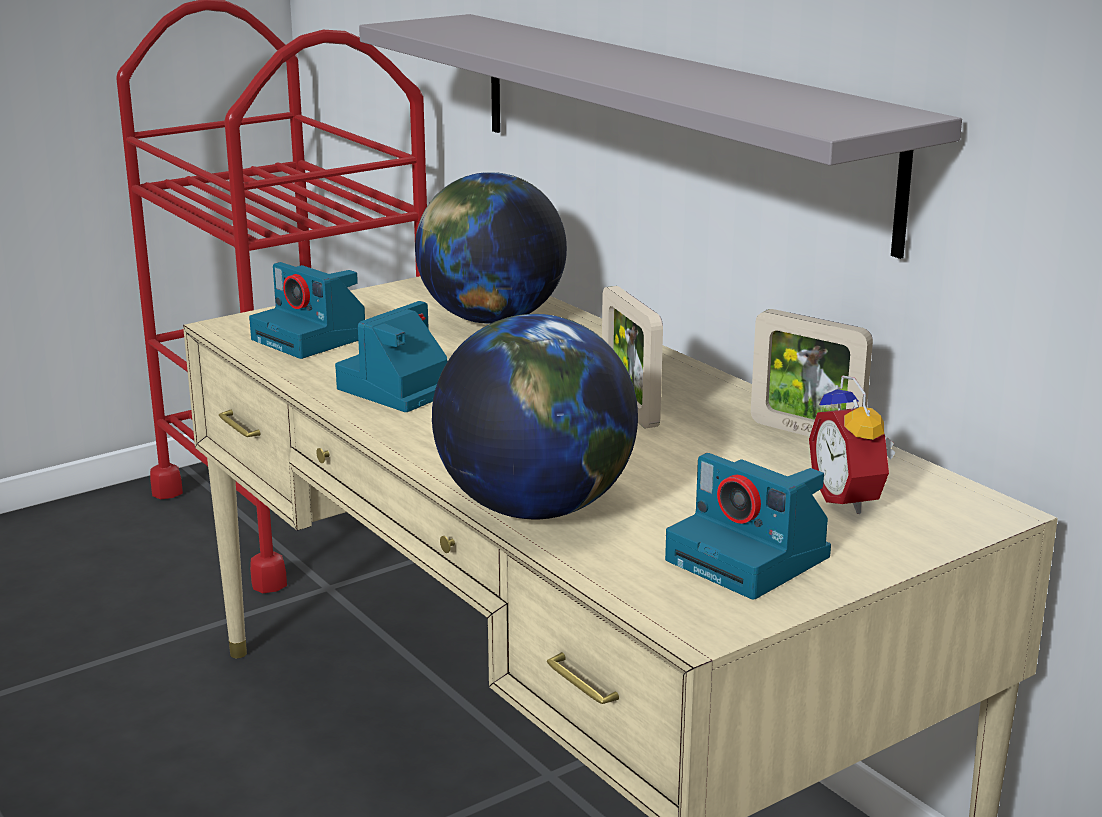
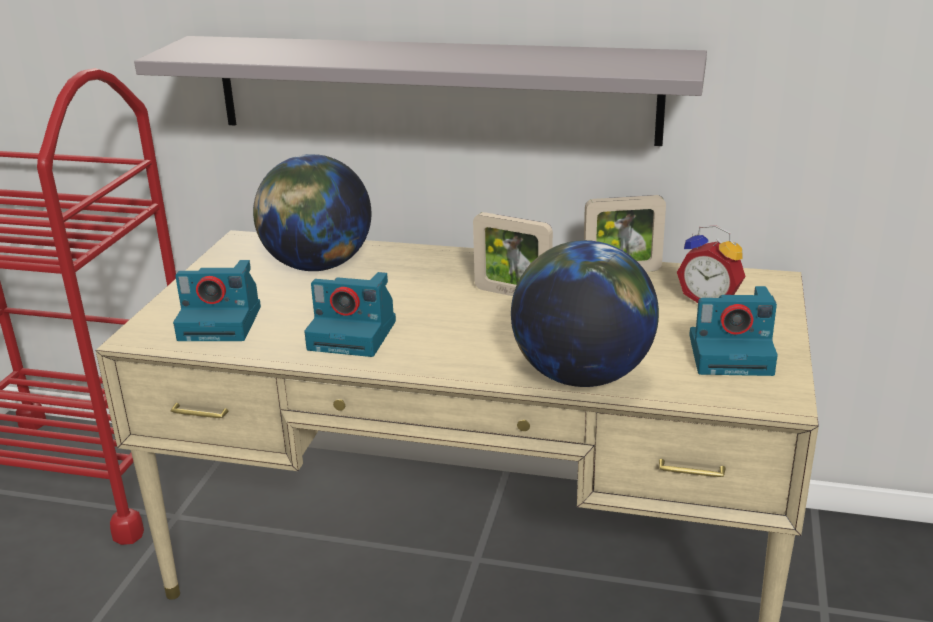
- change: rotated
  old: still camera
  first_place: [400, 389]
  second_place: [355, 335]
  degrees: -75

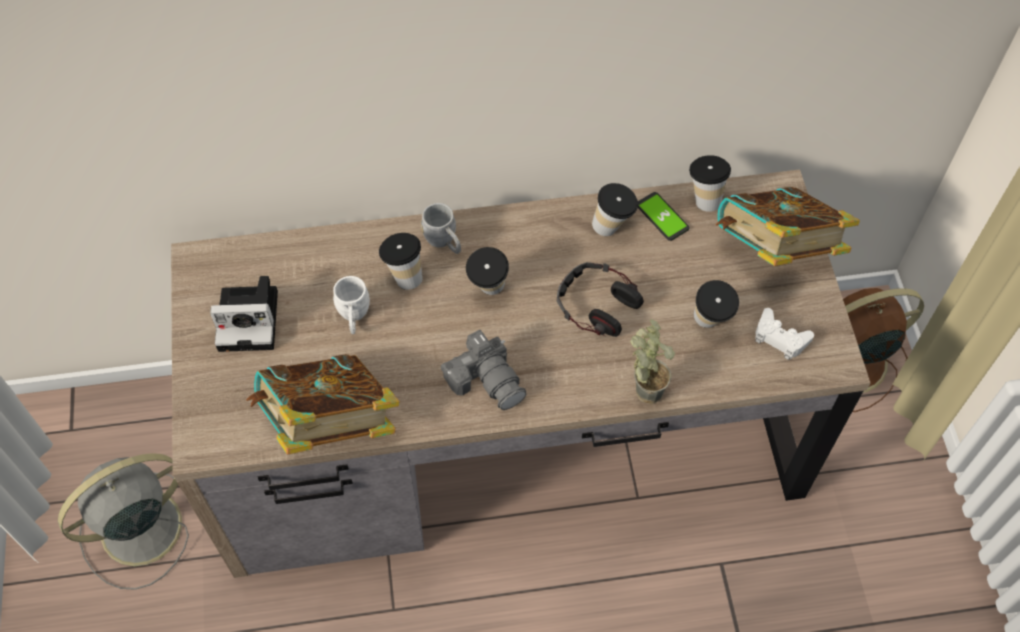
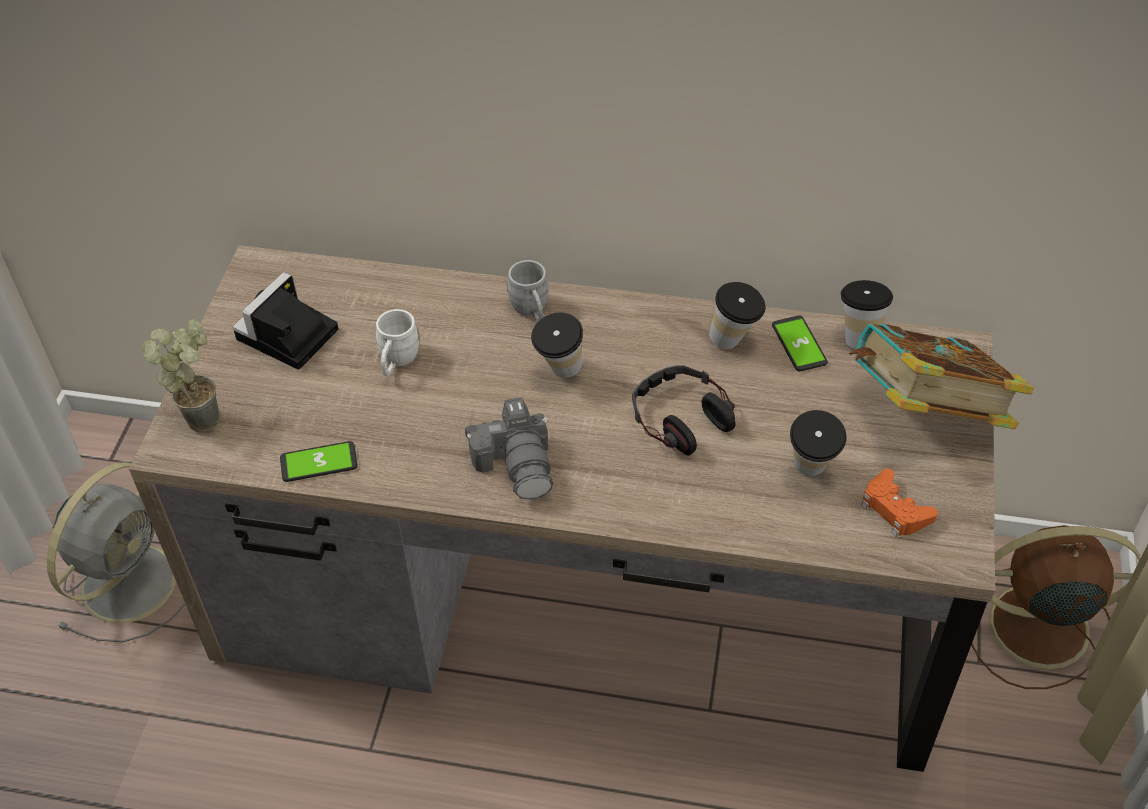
- change: gone
  old: small cup
  first_place: [404, 275]
- change: rotated
  old: still camera
  first_place: [251, 319]
  second_place: [286, 337]
  degrees: 105
- change: repainted
  old: whitish gamepad
  new: orange gamepad
  first_place: [780, 338]
  second_place: [895, 509]
- change: shifted
  old: houseplant
  first_place: [643, 386]
  second_place: [203, 413]
- change: swapped
  old: bound book
  new: handset
  first_place: [329, 424]
  second_place: [319, 463]
- change: rotated
  old: gray cooling fan
  first_place: [137, 529]
  second_place: [132, 579]
  degrees: 135

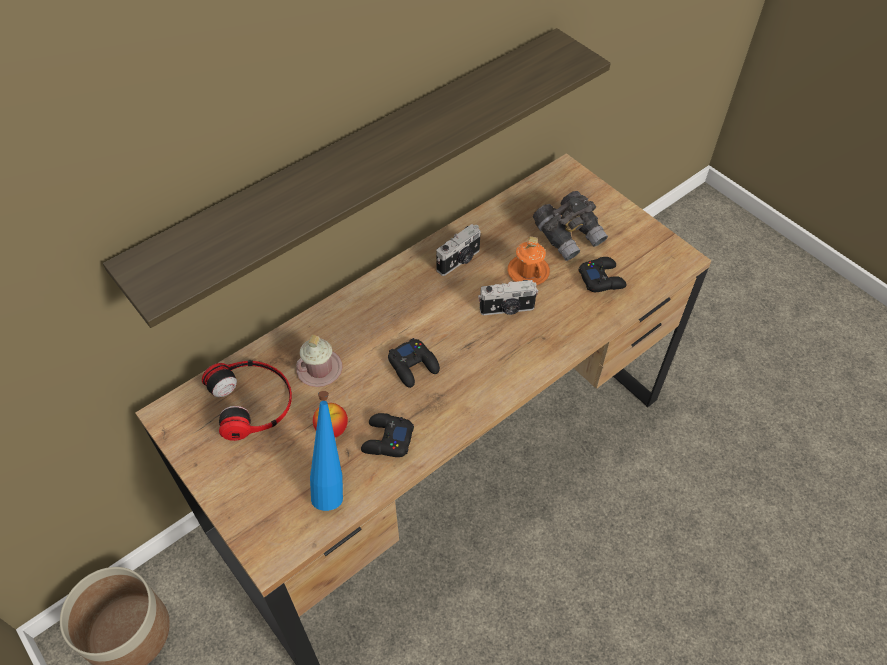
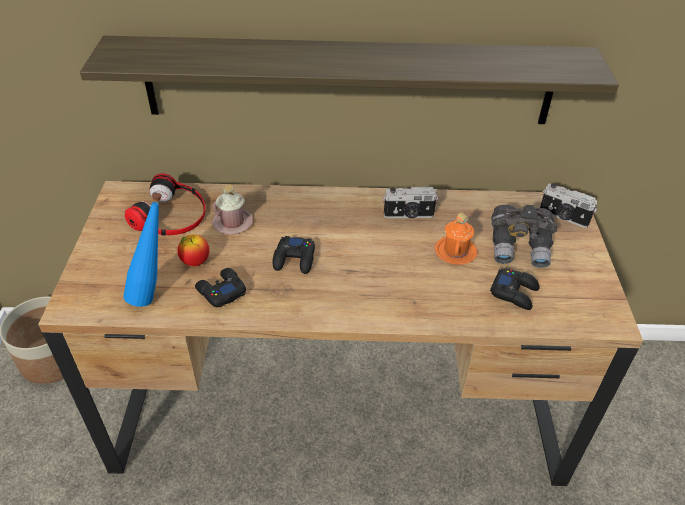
- change: shifted
  old: still camera
  first_place: [507, 309]
  second_place: [563, 217]

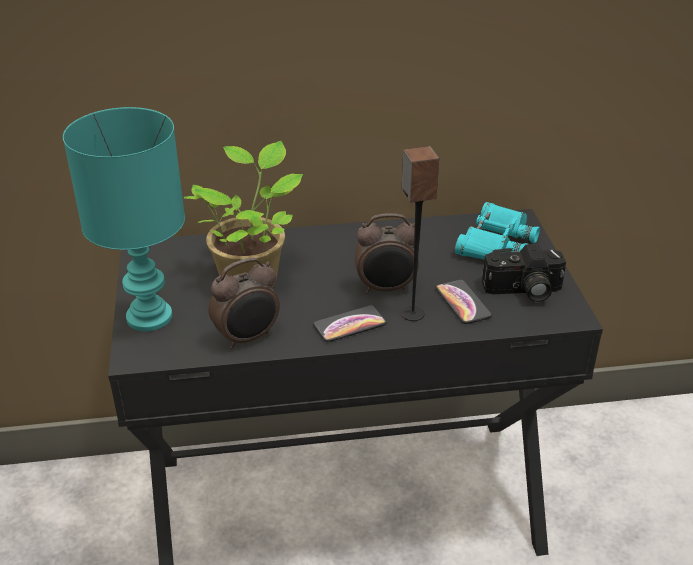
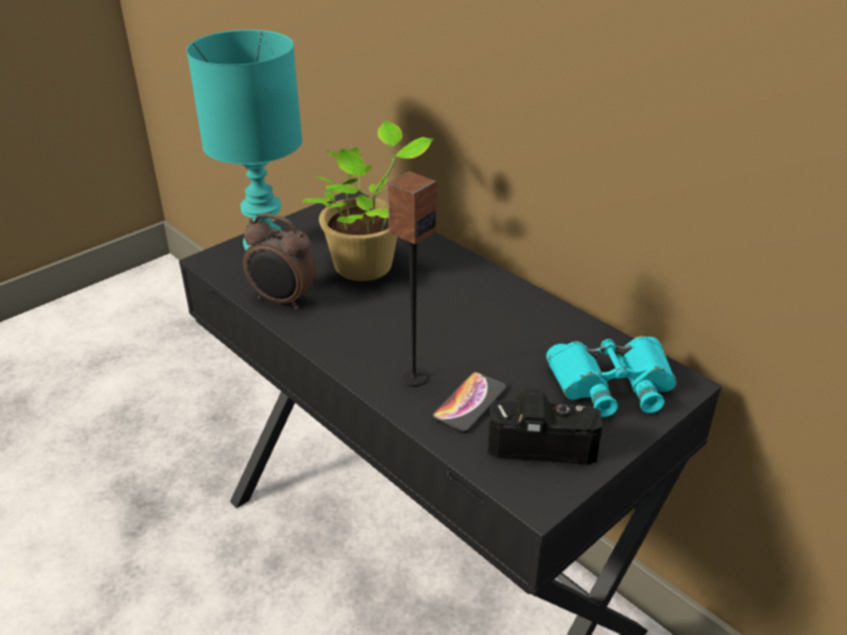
- change: gone
  old: bedside clock
  first_place: [386, 289]
- change: rotated
  old: still camera
  first_place: [523, 291]
  second_place: [542, 440]
  degrees: 135
- change: gone
  old: handset
  first_place: [349, 325]

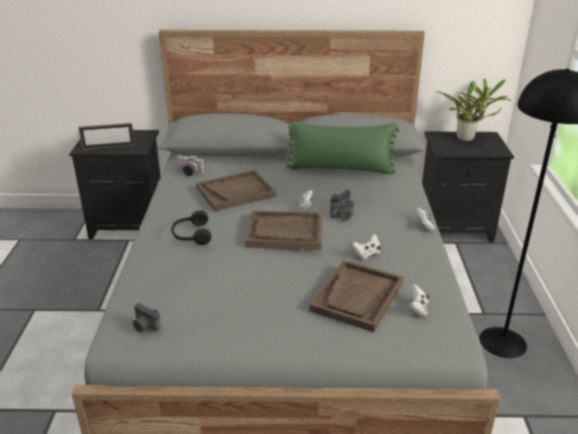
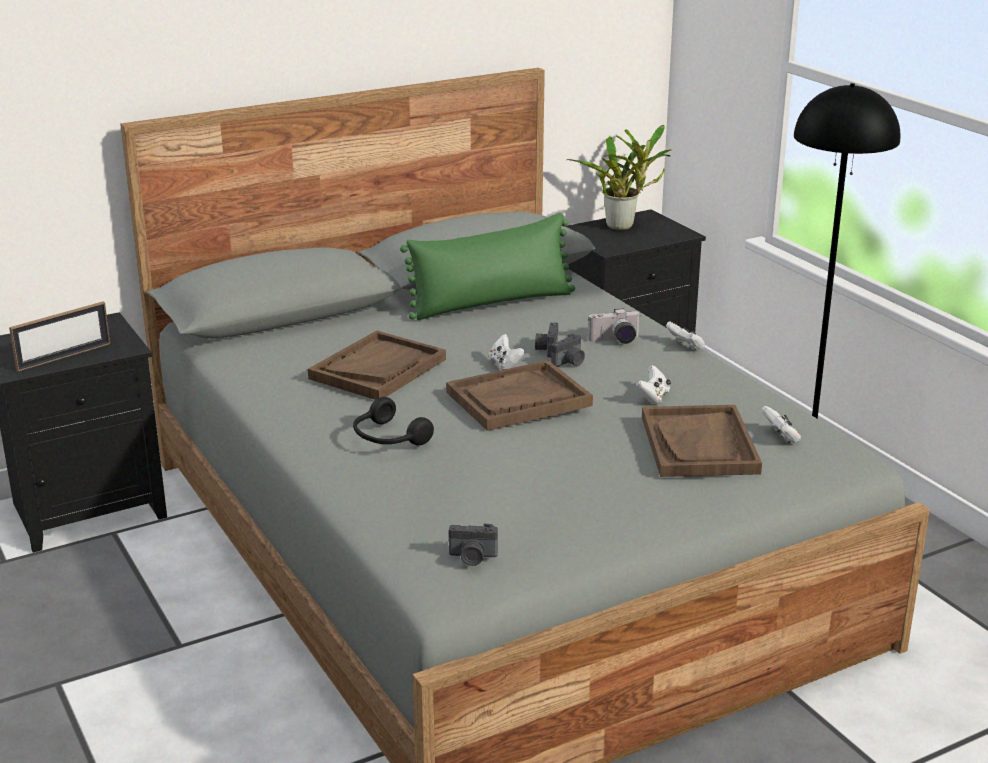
- change: shifted
  old: still camera
  first_place: [188, 173]
  second_place: [615, 341]

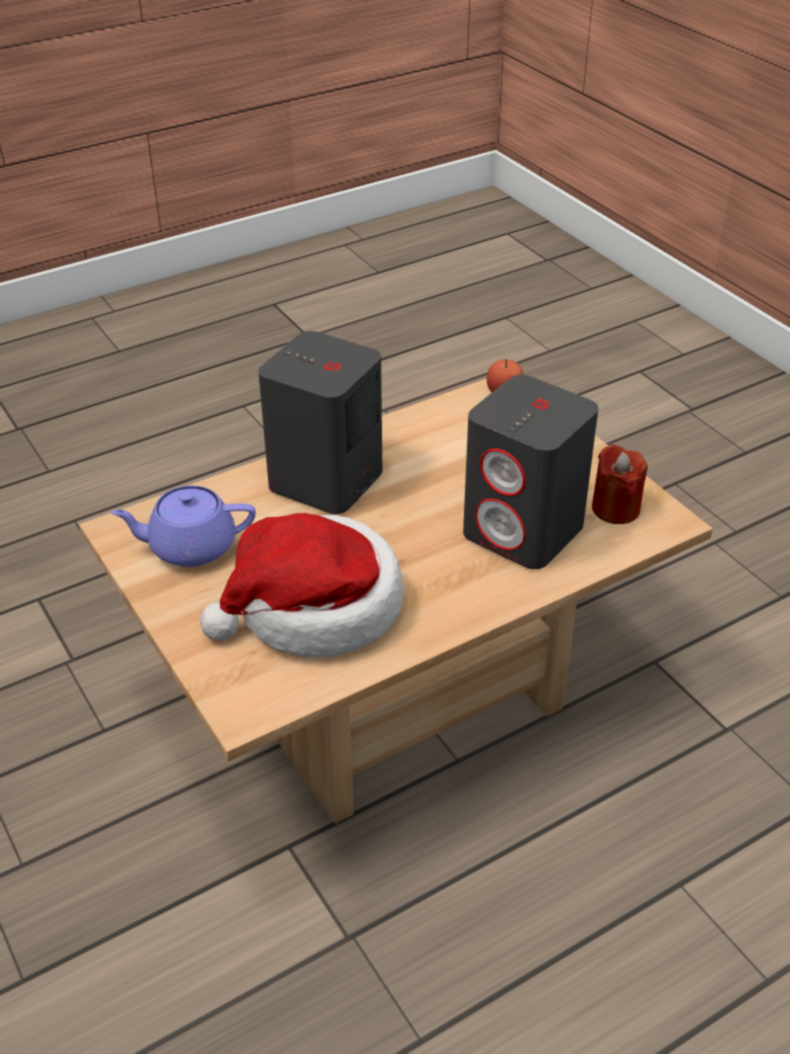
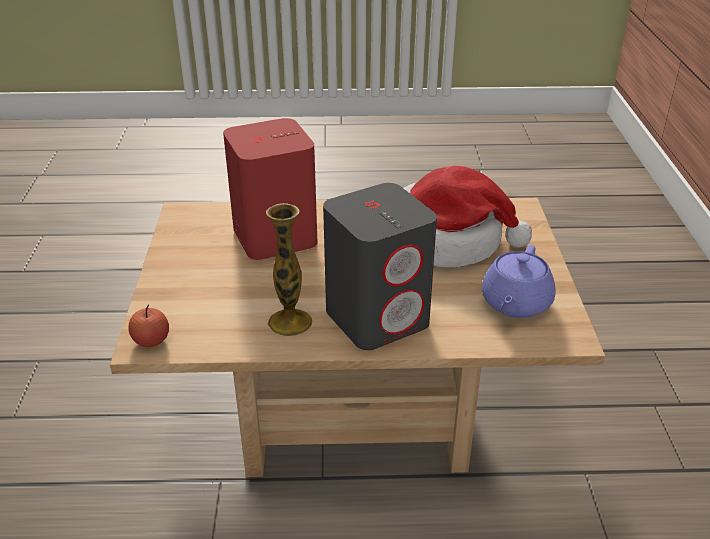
- change: repainted
  old: gray speaker
  new: reddish speaker
  first_place: [524, 531]
  second_place: [274, 236]
- change: gone
  old: reddish wax candle
  first_place: [615, 508]
- change: rotated
  old: purple teapot
  first_place: [190, 547]
  second_place: [515, 304]
  degrees: 90
- change: new
  new: flower vase
  second_place: [290, 322]

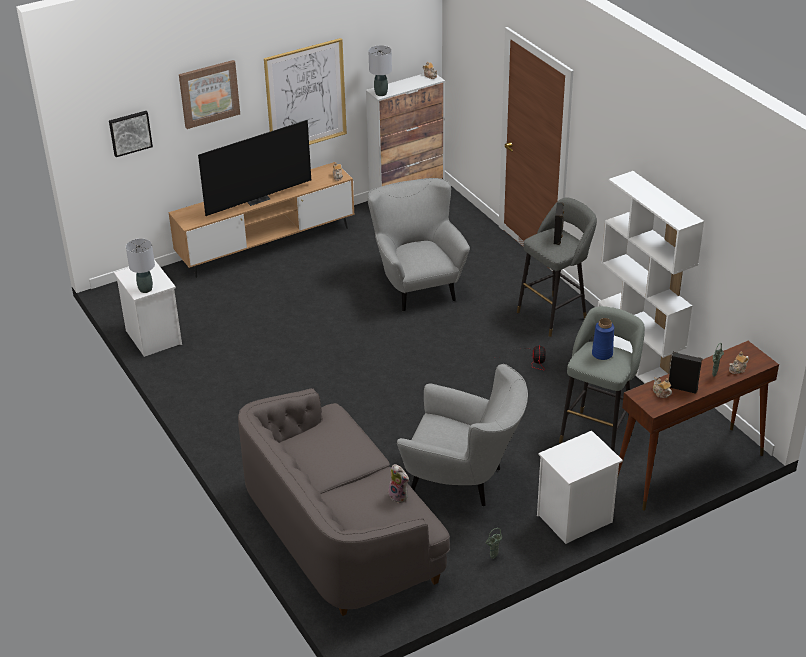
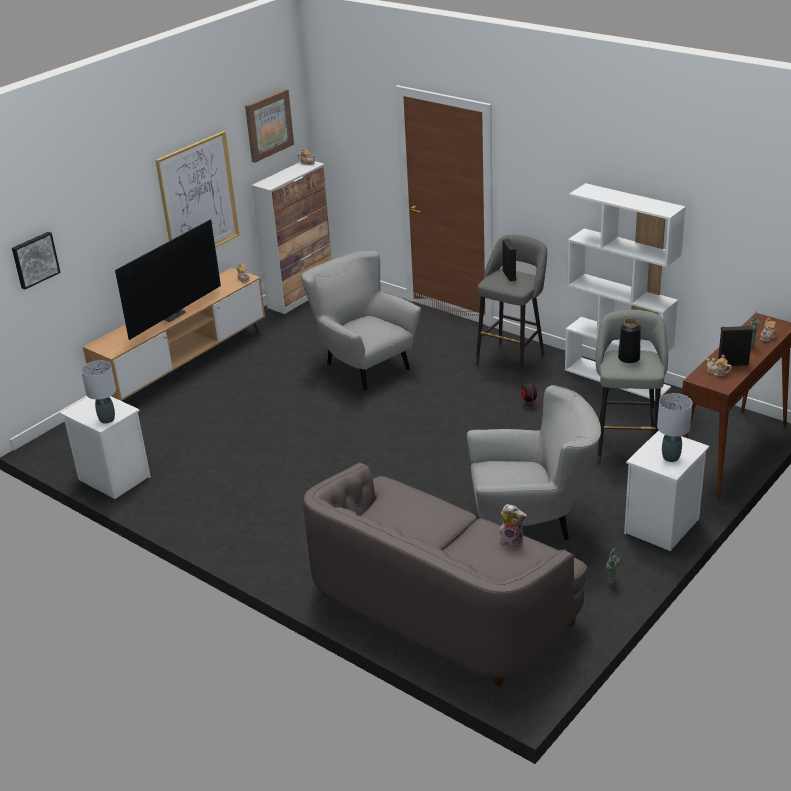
- change: shifted
  old: gray lamp for a table
  first_place: [381, 93]
  second_place: [671, 457]
- change: shifted
  old: picture
  first_place: [209, 93]
  second_place: [268, 125]
- change: repainted
  old: bluish flower vase
  new: black-coloured flower vase
  first_place: [602, 354]
  second_place: [629, 358]

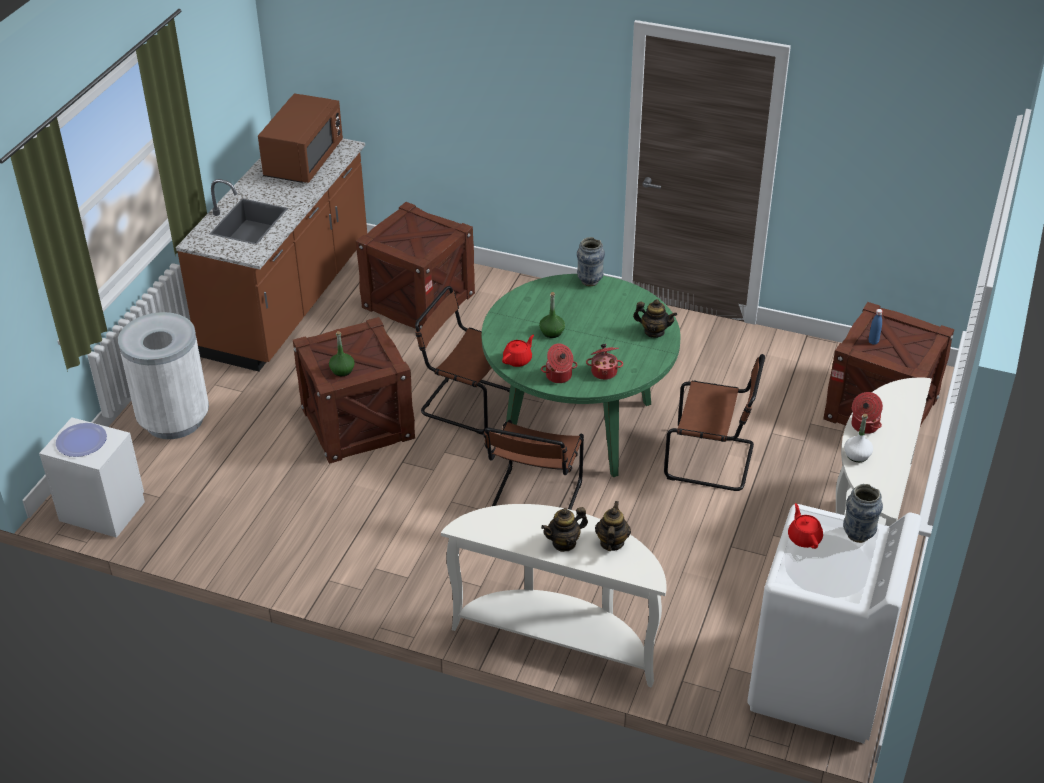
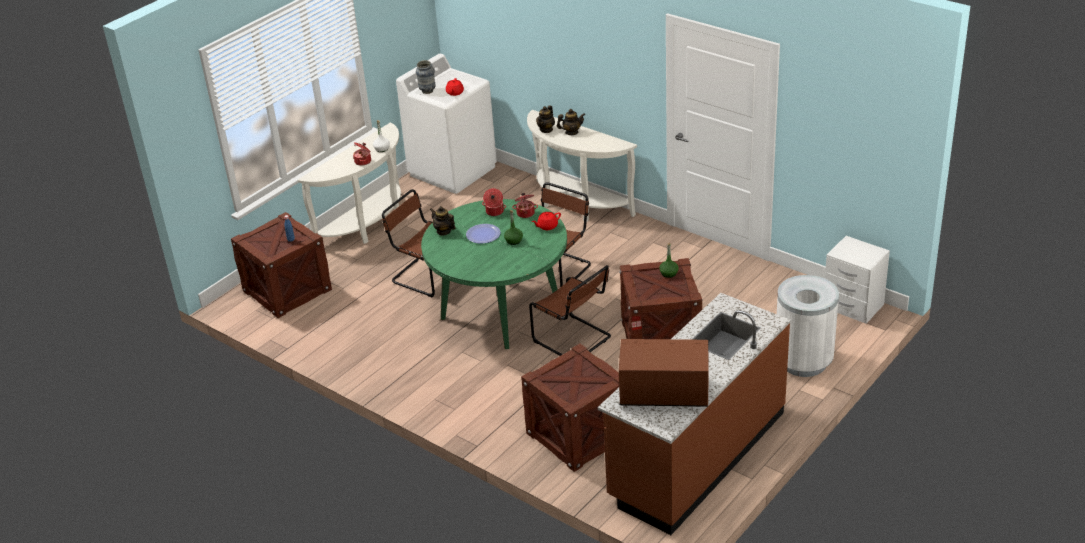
- change: rotated
  old: brownish microwave
  first_place: [303, 161]
  second_place: [663, 393]
  degrees: 60
- change: gone
  old: flower vase
  first_place: [590, 281]
- change: shifted
  old: plate
  first_place: [81, 441]
  second_place: [483, 234]

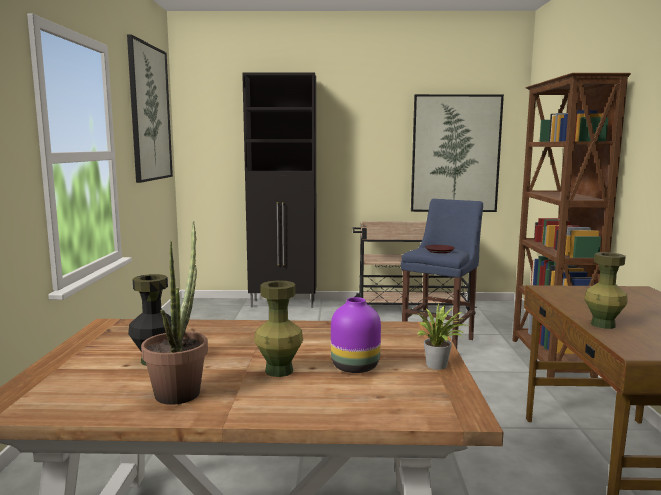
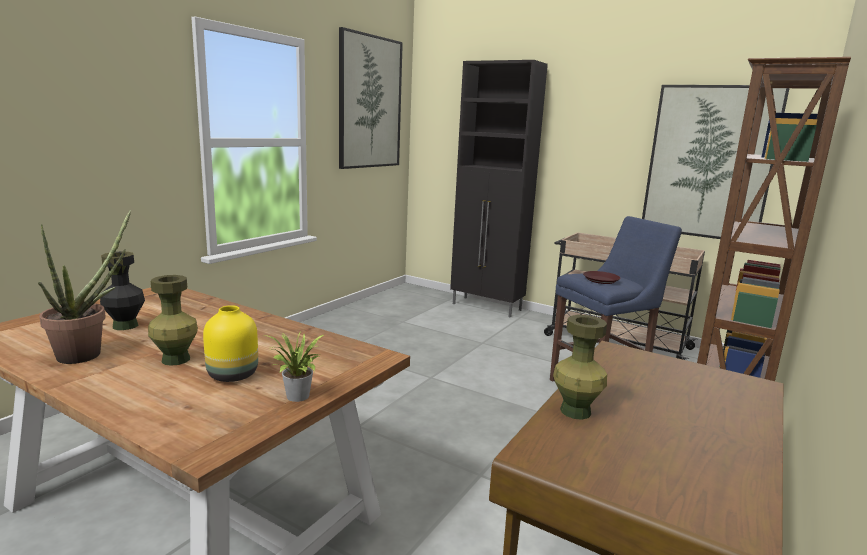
- change: repainted
  old: purple flower vase
  new: yellow-coloured flower vase
  first_place: [355, 367]
  second_place: [232, 375]

